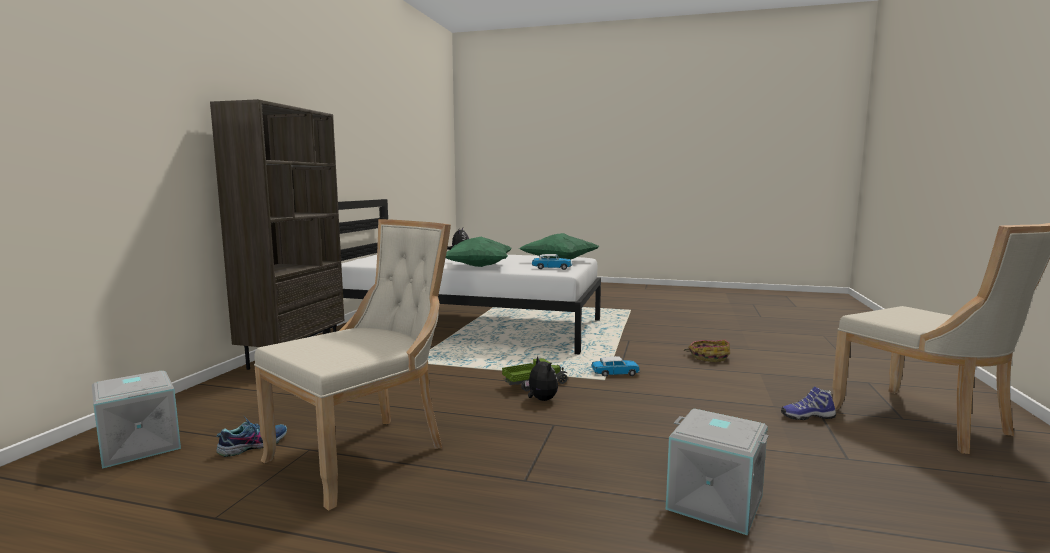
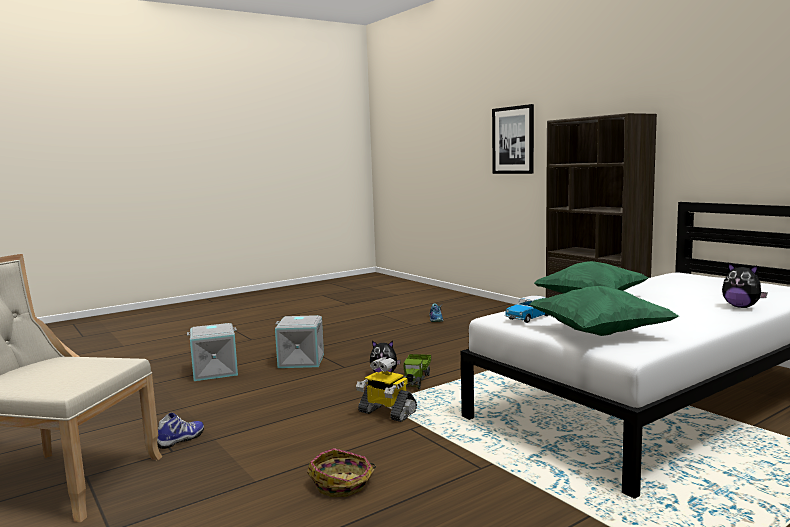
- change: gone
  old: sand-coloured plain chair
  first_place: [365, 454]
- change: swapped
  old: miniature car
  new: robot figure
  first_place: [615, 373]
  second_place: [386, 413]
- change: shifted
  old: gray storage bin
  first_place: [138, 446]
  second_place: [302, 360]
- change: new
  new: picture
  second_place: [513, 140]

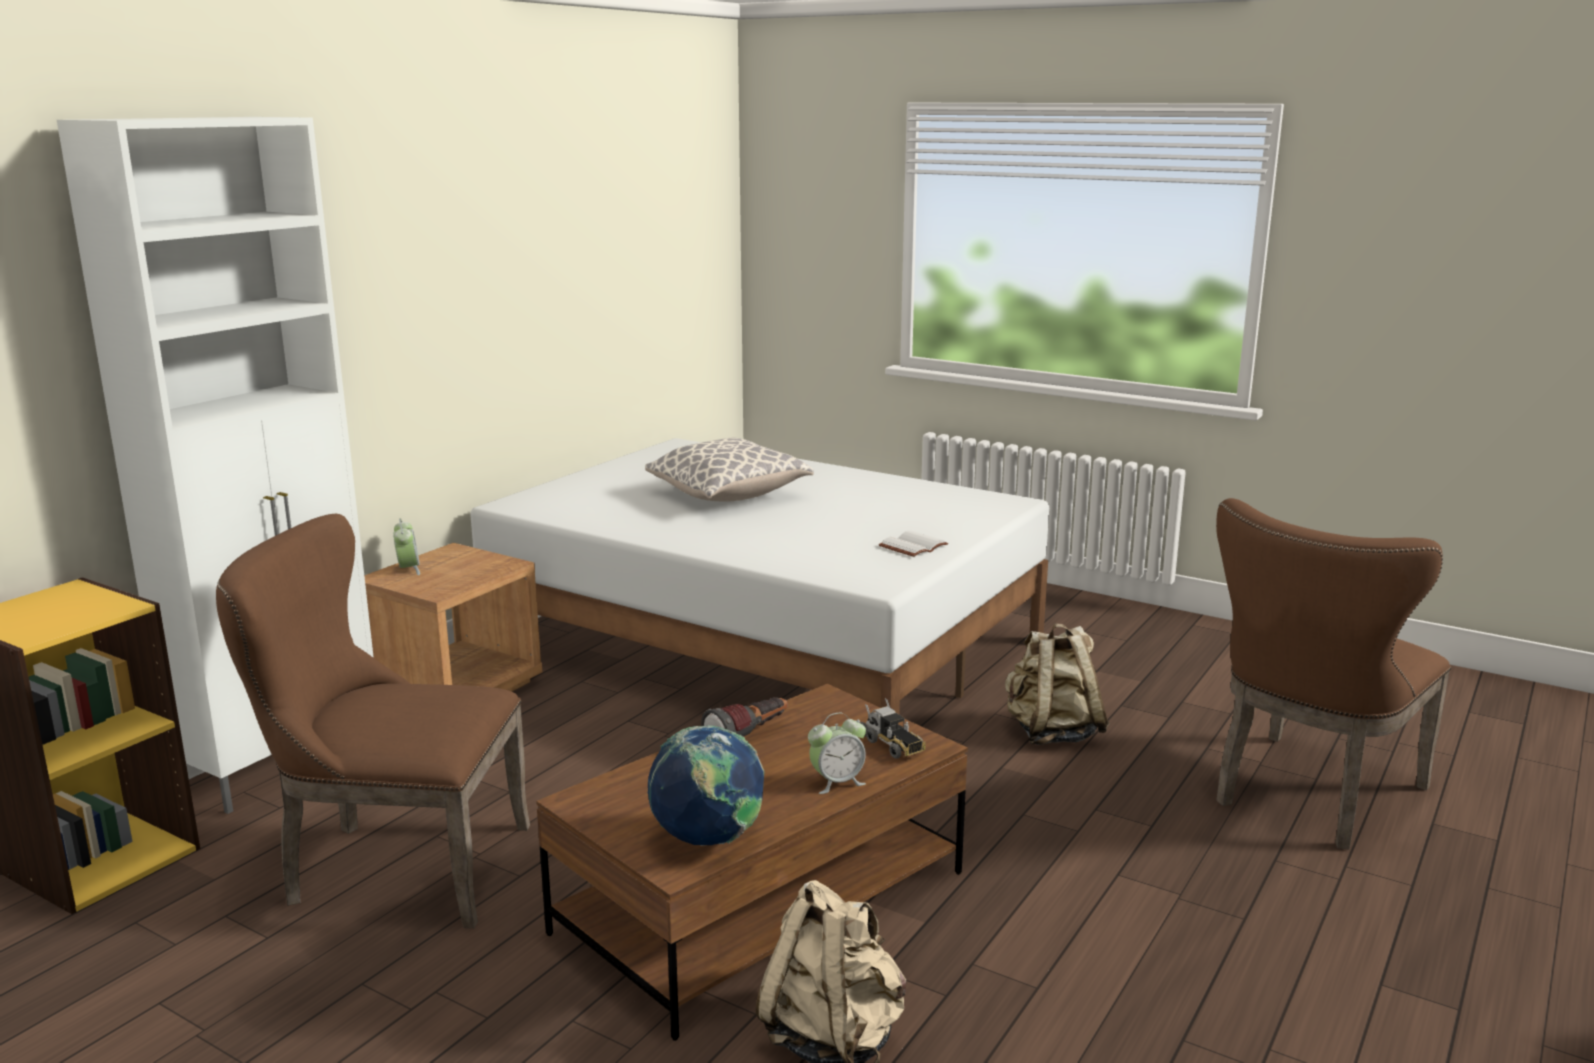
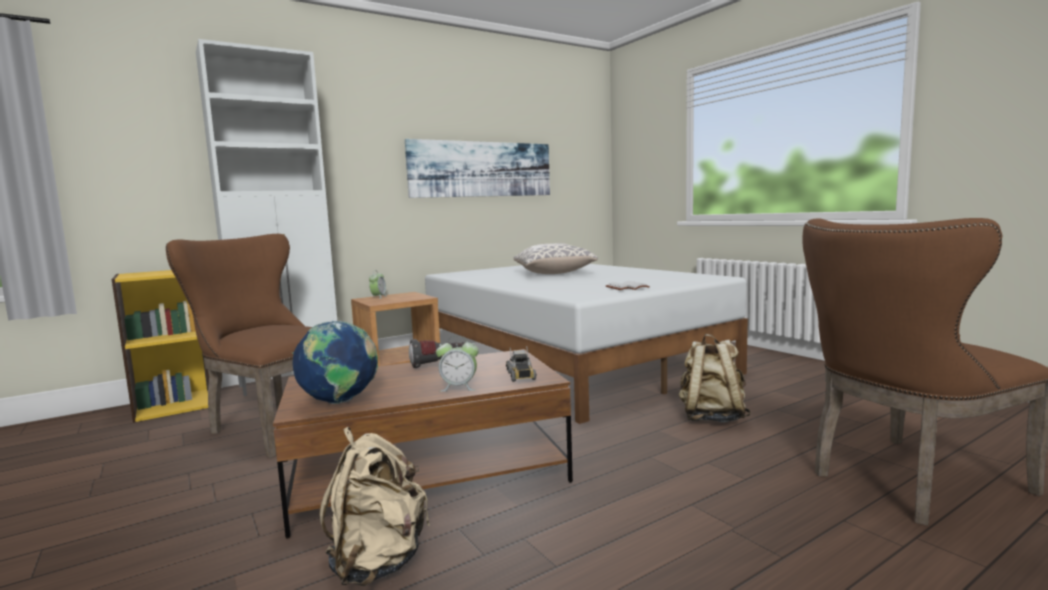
- change: new
  new: picture
  second_place: [482, 169]

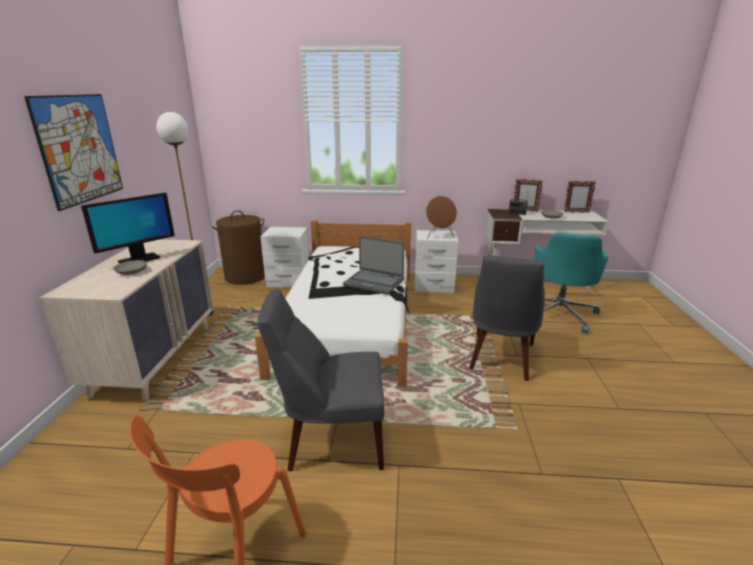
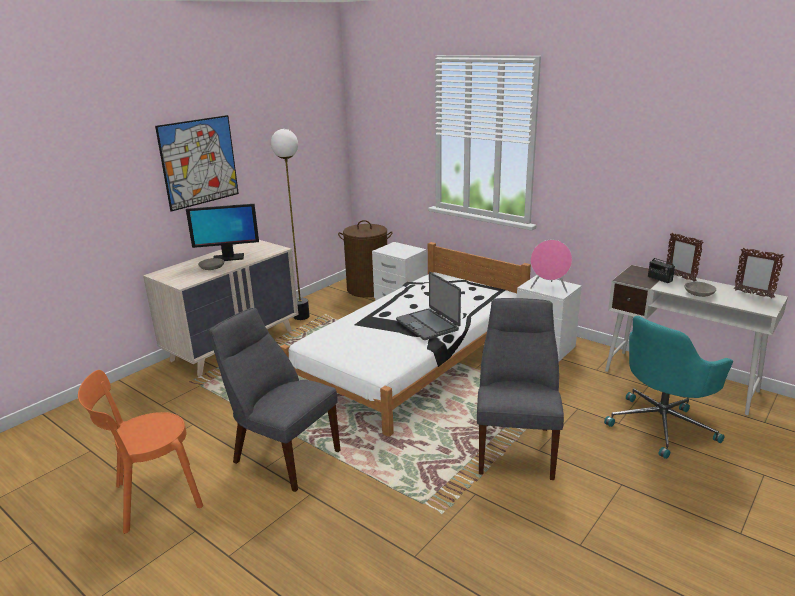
- change: repainted
  old: brownish speaker
  new: pink speaker
  first_place: [439, 237]
  second_place: [549, 289]
- change: rotated
  old: gray plain chair
  first_place: [500, 358]
  second_place: [515, 447]
  degrees: 135

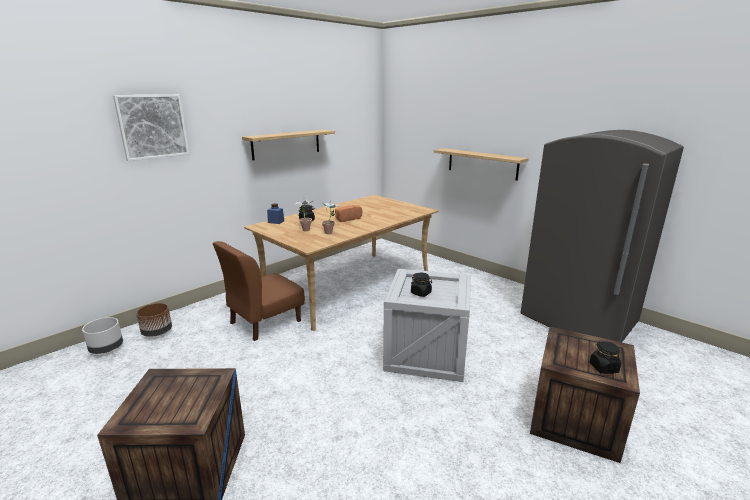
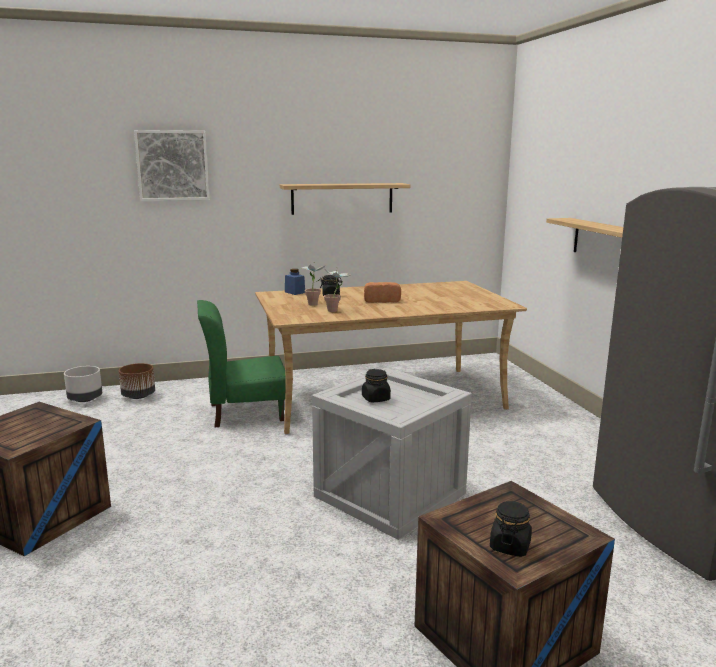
- change: repainted
  old: brownish plain chair
  new: greenish plain chair
  first_place: [265, 322]
  second_place: [245, 412]

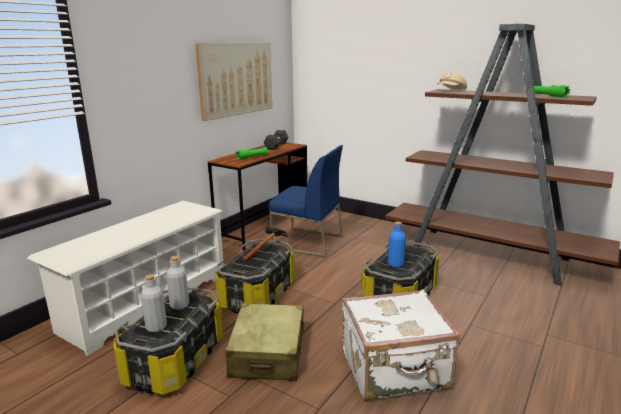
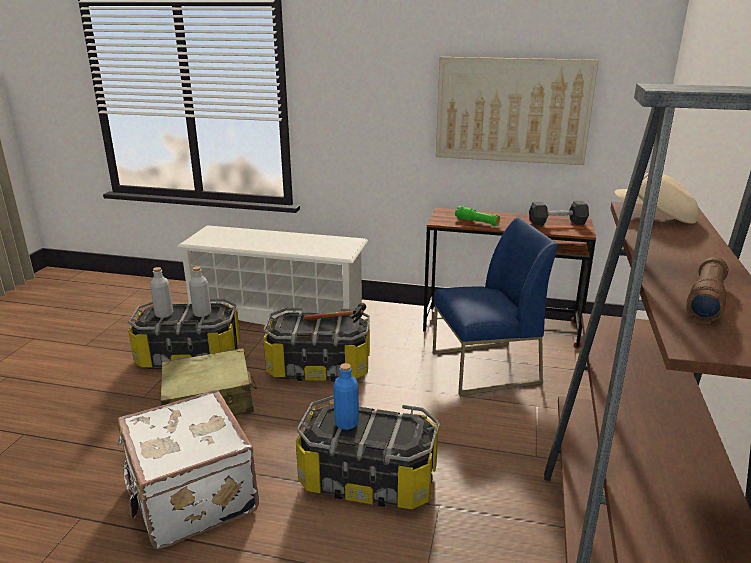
- change: repainted
  old: greenish flashlight
  new: brownish flashlight
  first_place: [546, 96]
  second_place: [706, 301]
- change: rotated
  old: bluish plain chair
  first_place: [307, 242]
  second_place: [484, 368]
  degrees: -105

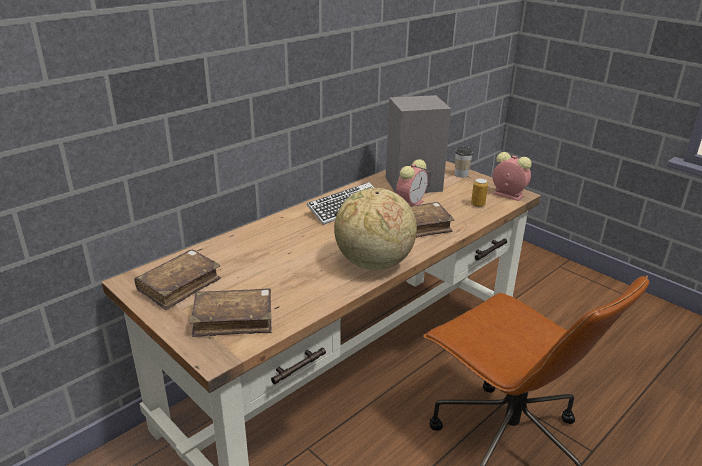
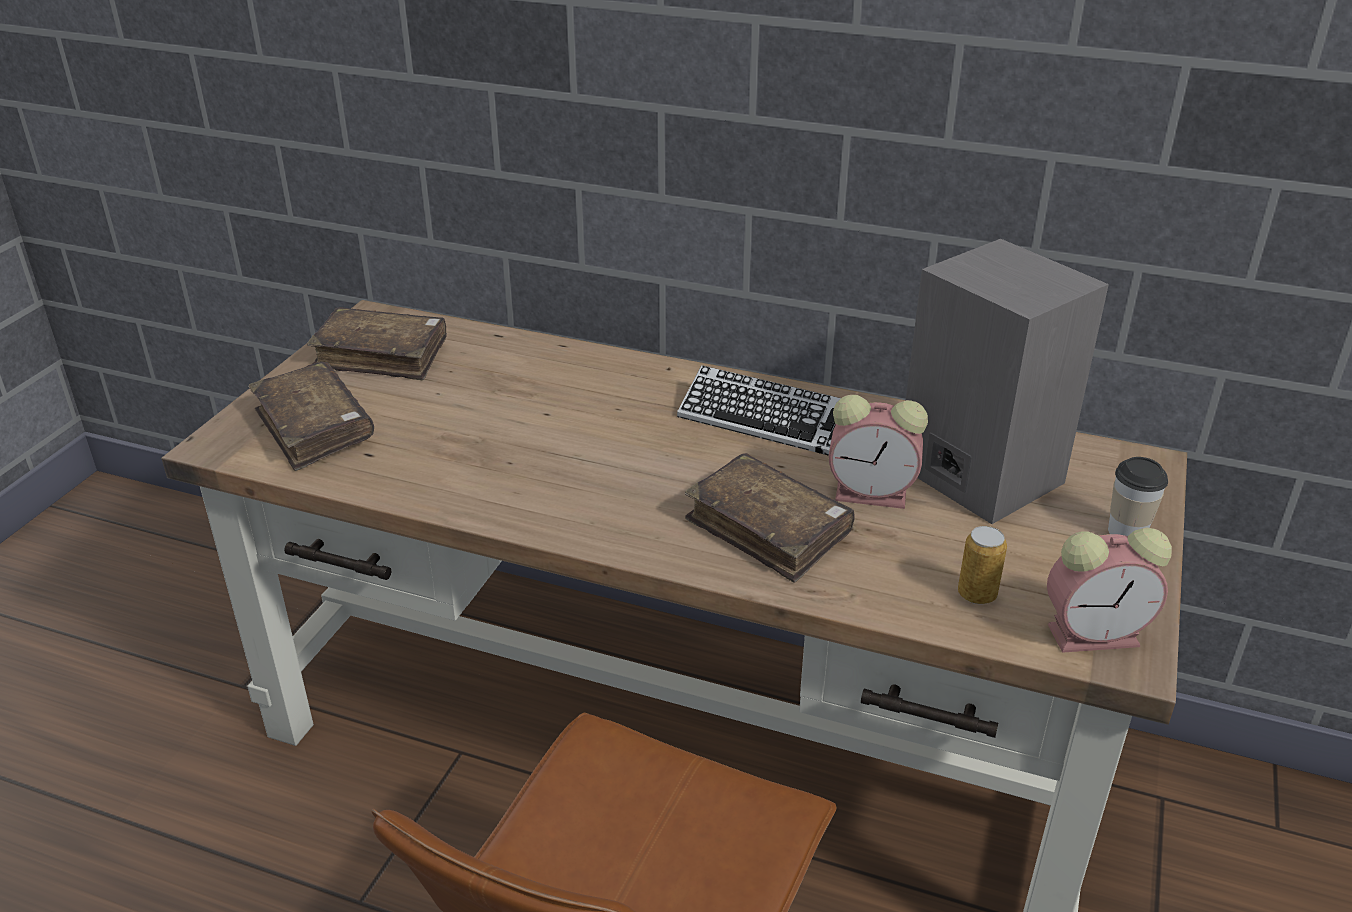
- change: rotated
  old: bedside clock
  first_place: [507, 194]
  second_place: [1096, 634]
  degrees: 75
- change: gone
  old: world globe
  first_place: [373, 263]

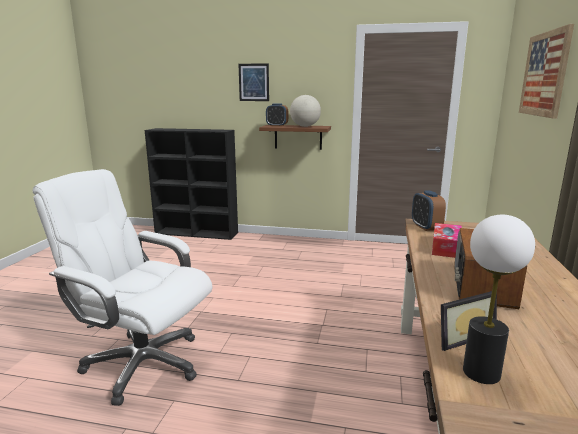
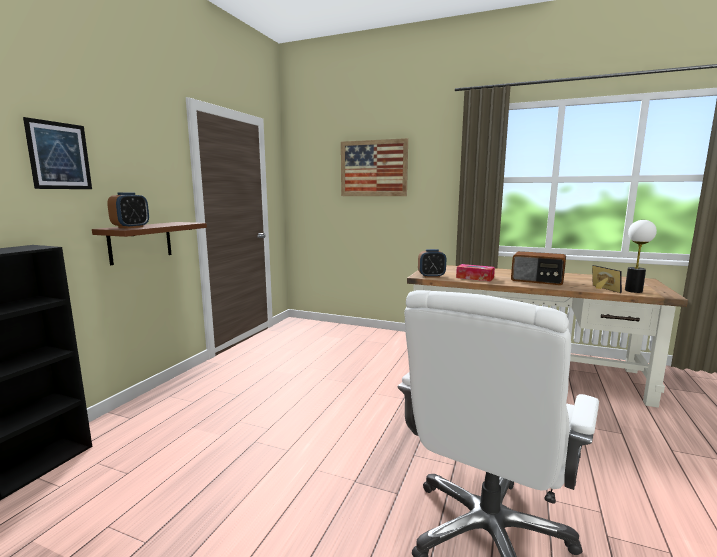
- change: gone
  old: world globe
  first_place: [305, 126]

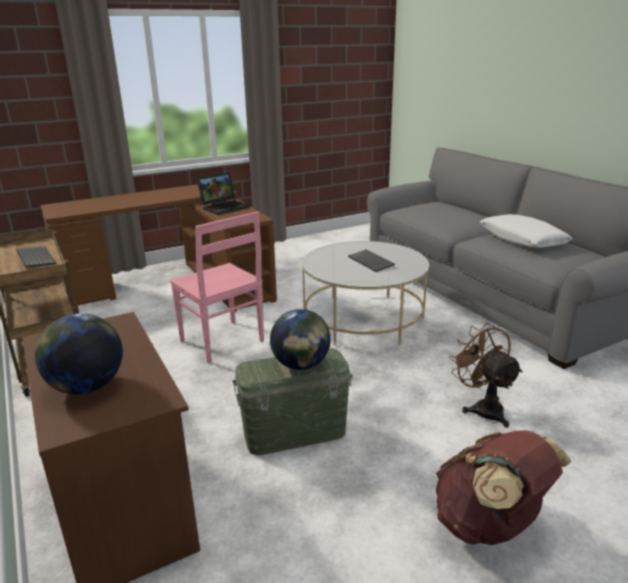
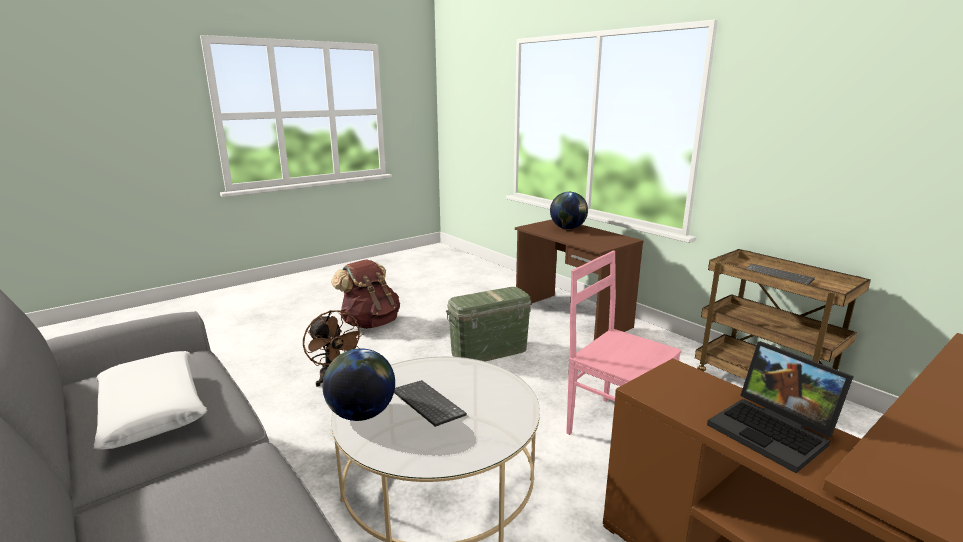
- change: rotated
  old: portable computer
  first_place: [224, 207]
  second_place: [774, 432]
  degrees: -75
- change: shifted
  old: world globe
  first_place: [301, 365]
  second_place: [361, 413]

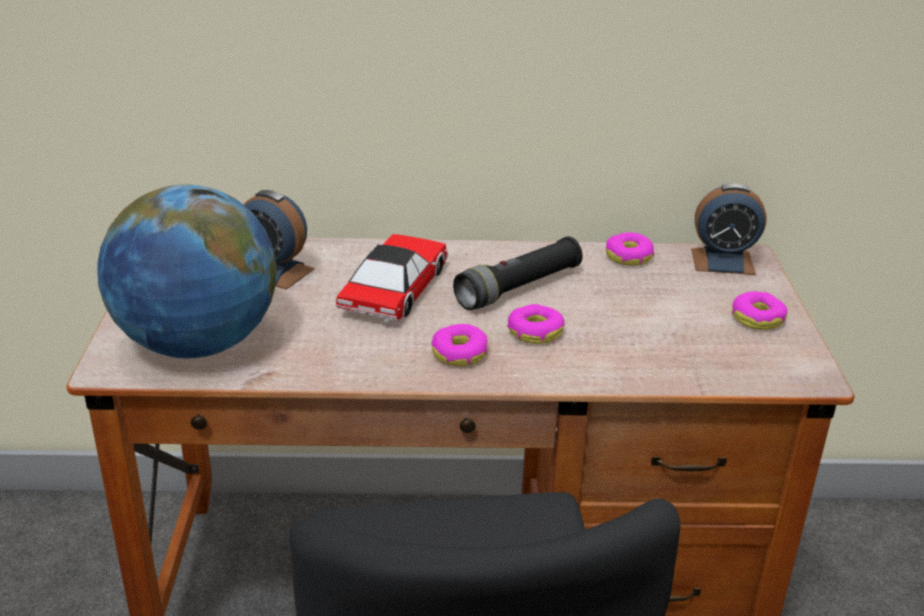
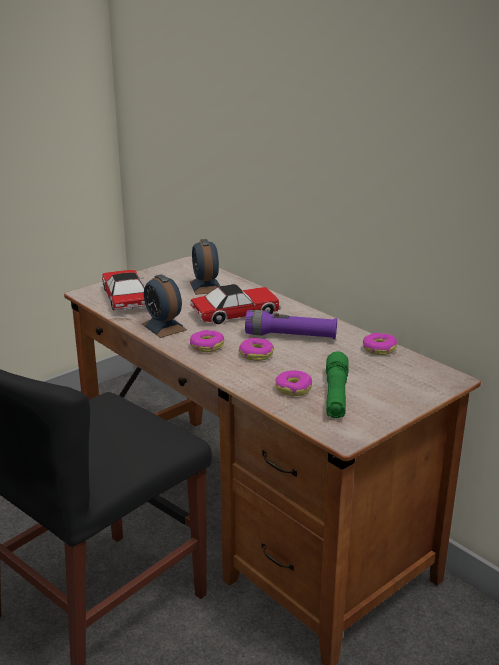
- change: shifted
  old: bedside clock
  first_place: [722, 261]
  second_place: [164, 327]
- change: swapped
  old: world globe
  new: miniature car
  first_place: [198, 344]
  second_place: [126, 298]
- change: repainted
  old: black-coloured flashlight
  new: purple flashlight
  first_place: [519, 288]
  second_place: [290, 336]
- change: shifted
  old: doughnut
  first_place: [757, 318]
  second_place: [293, 388]
- change: new
  new: greenish flashlight
  second_place: [336, 395]

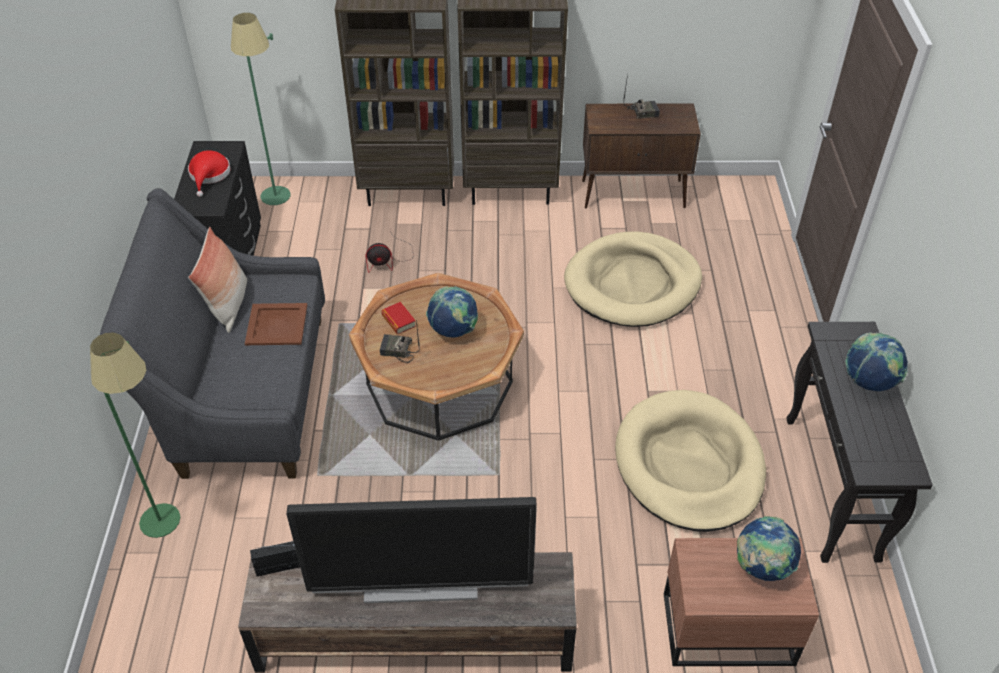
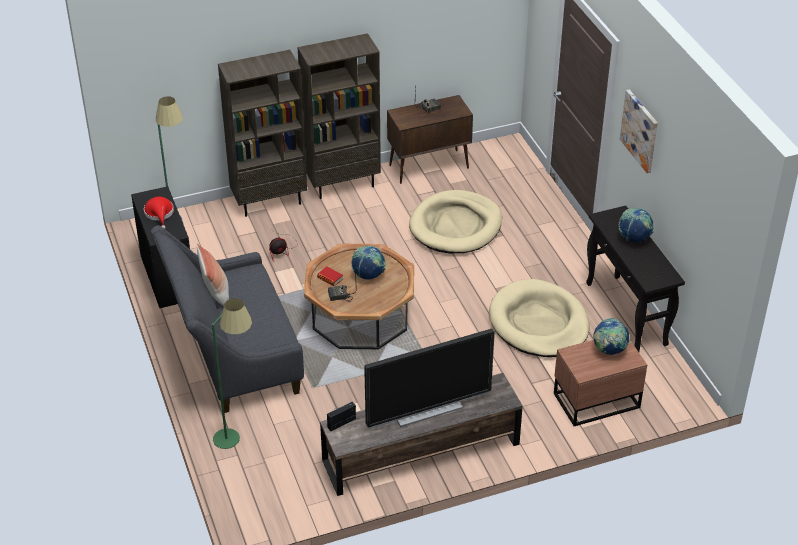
- change: gone
  old: brownish carrying tray
  first_place: [277, 325]
- change: new
  new: picture
  second_place: [640, 130]

